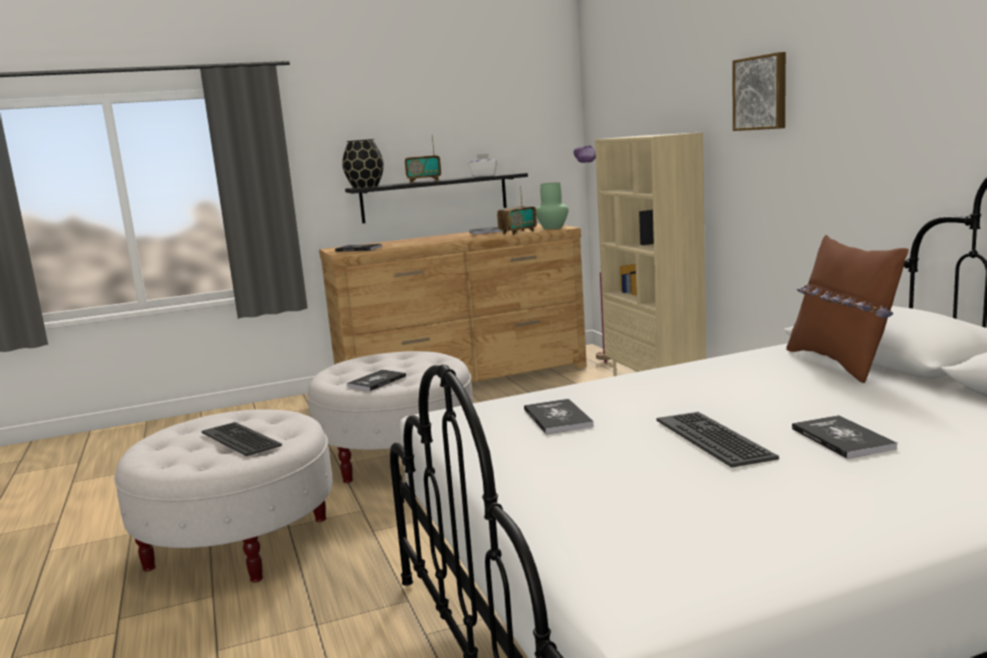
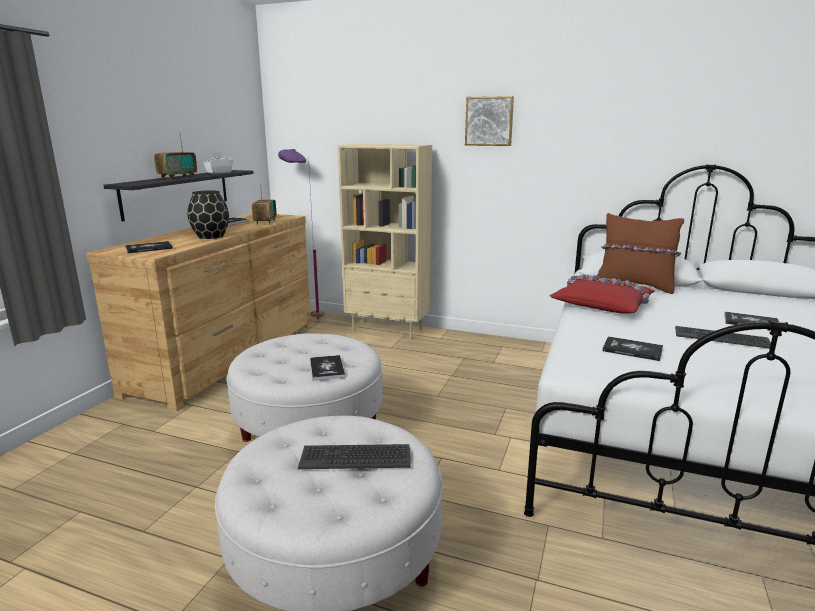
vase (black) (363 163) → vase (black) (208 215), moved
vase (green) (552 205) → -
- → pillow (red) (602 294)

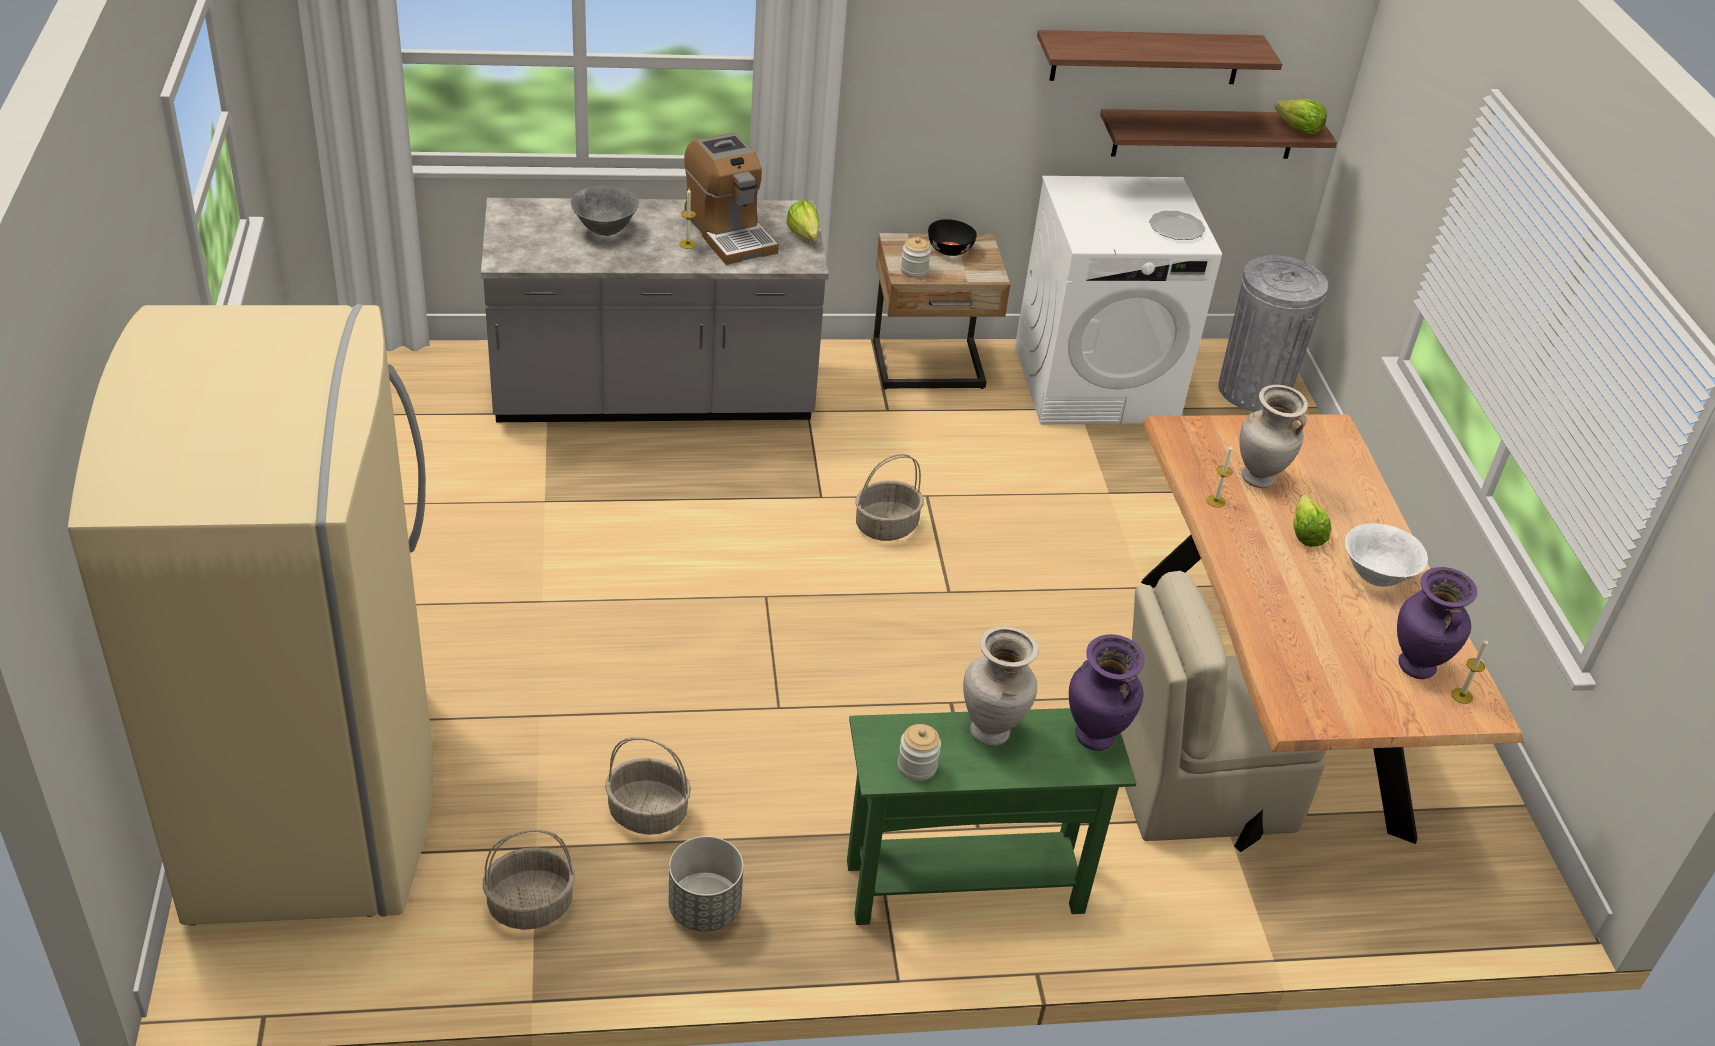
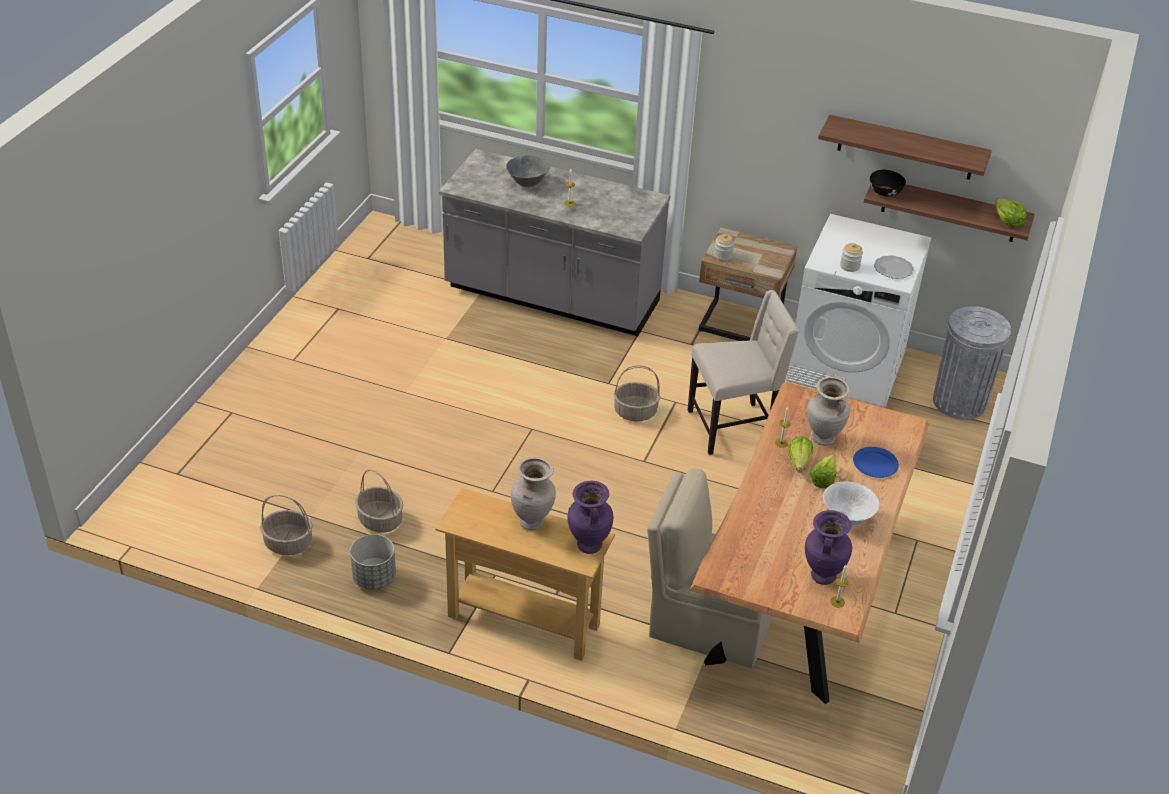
coffee machine (731 199) → -
lettuce (803 221) → lettuce (800 454), moved
bowl (black) (952 237) → bowl (black) (888 183), moved
fridge (beige) (250 614) → -
console table (green) (992 816) → console table (beige) (525 574)
jar (919 752) → jar (851 257), moved
- → chair (beige) (743 372)
- → plate (blue) (876 462)

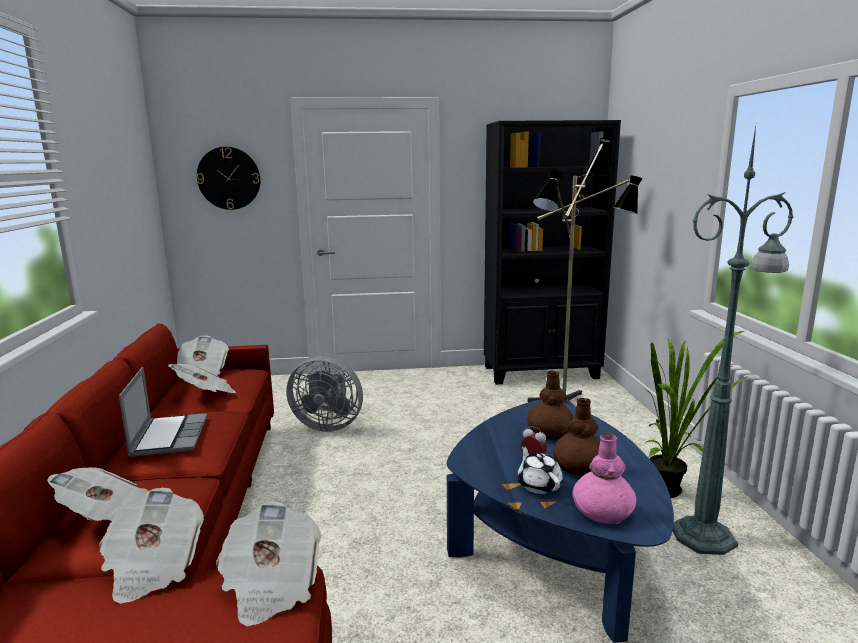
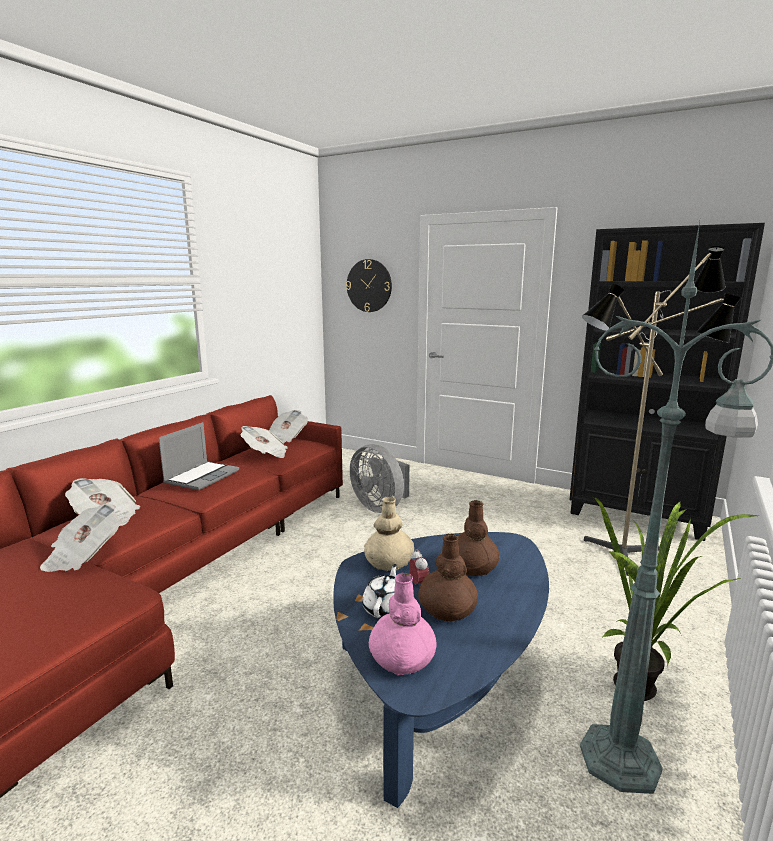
newspaper (268 563) → -
- → vase (beige) (389 534)

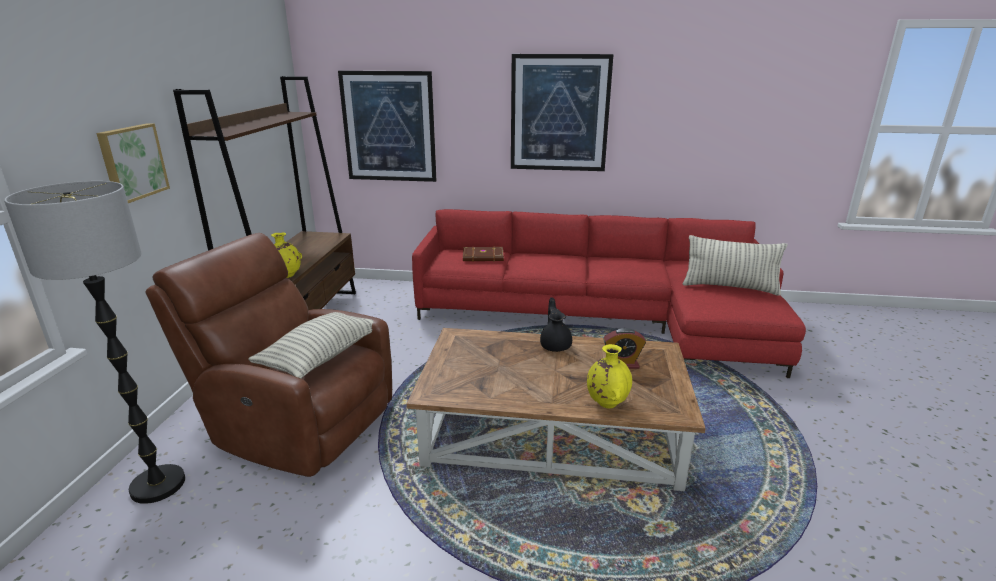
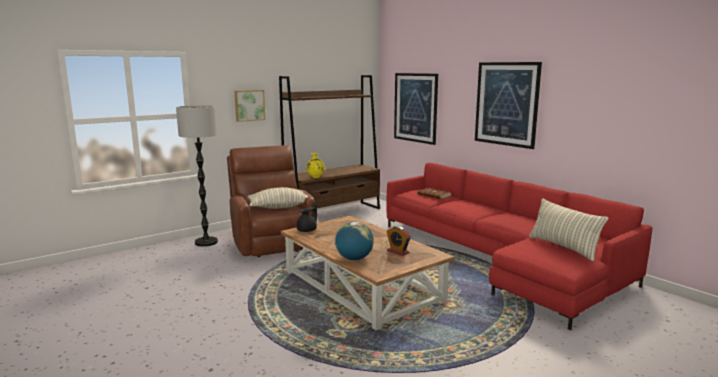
teapot (black) (556 324) → teapot (black) (307 216), moved
vase (yellow) (609 376) → globe (354 241)

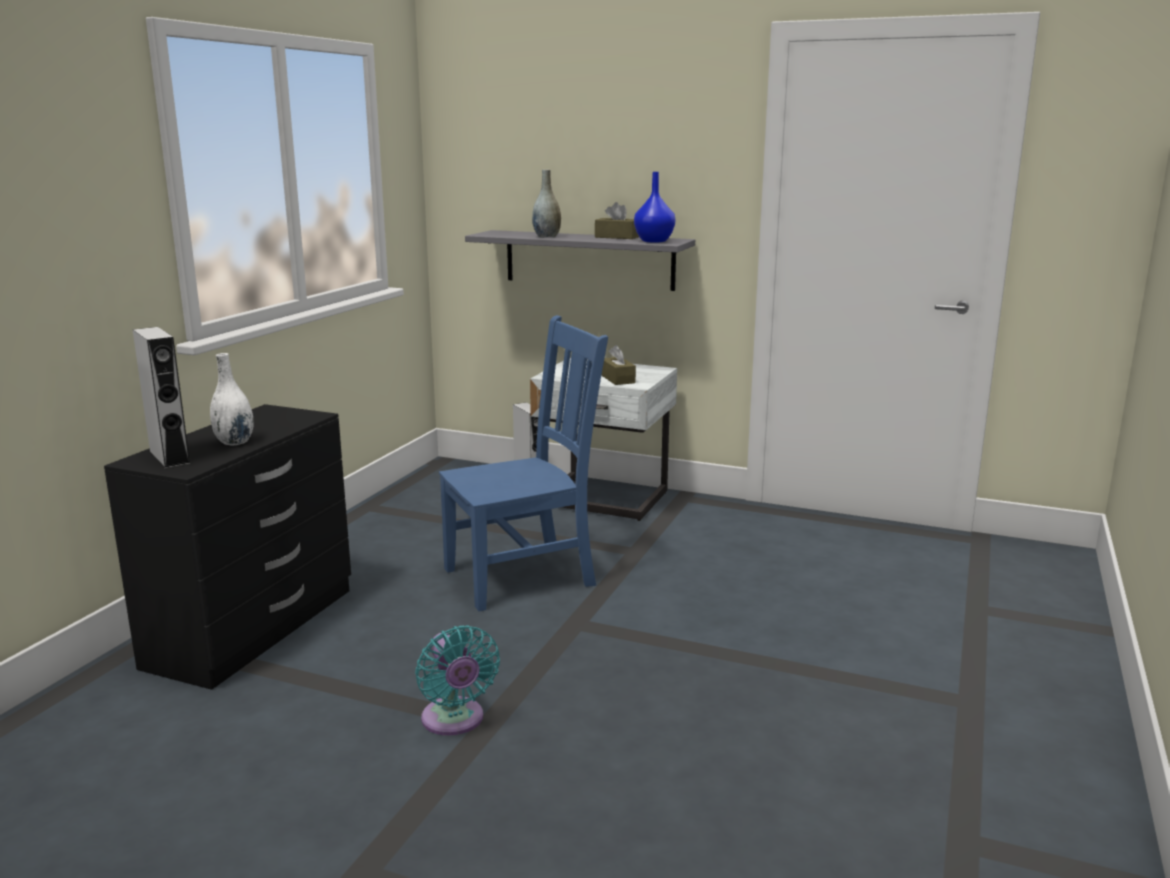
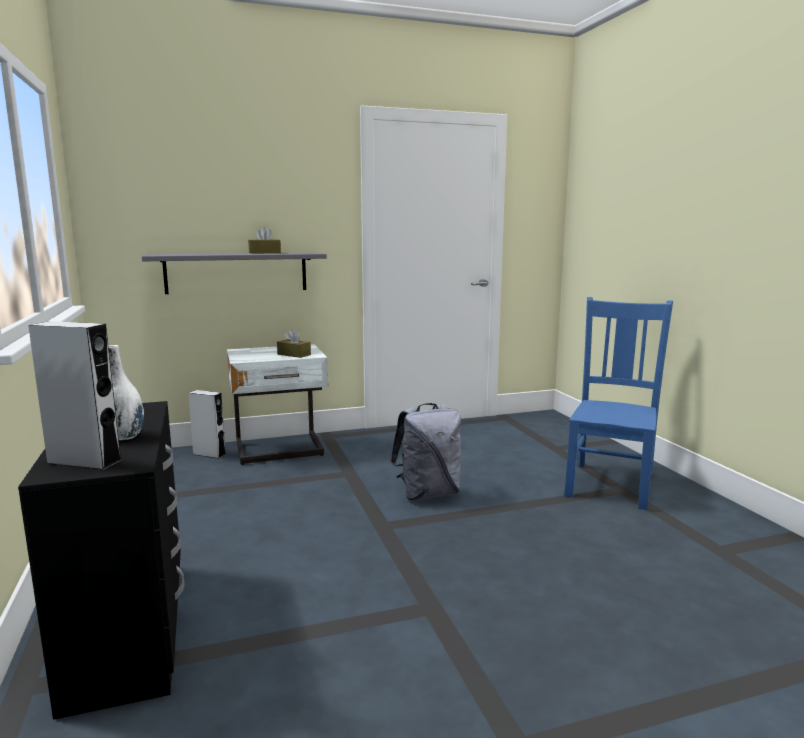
vase (grey) (546 204) → -
vase (blue) (655 207) → -
chair (blue) (523 463) → chair (blue) (618 403), moved
fan (turquoise) (457 680) → -
- → backpack (grey) (425 452)

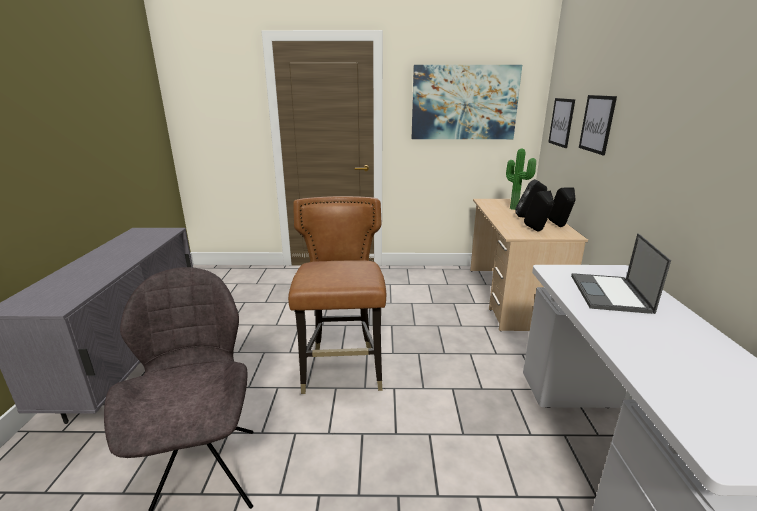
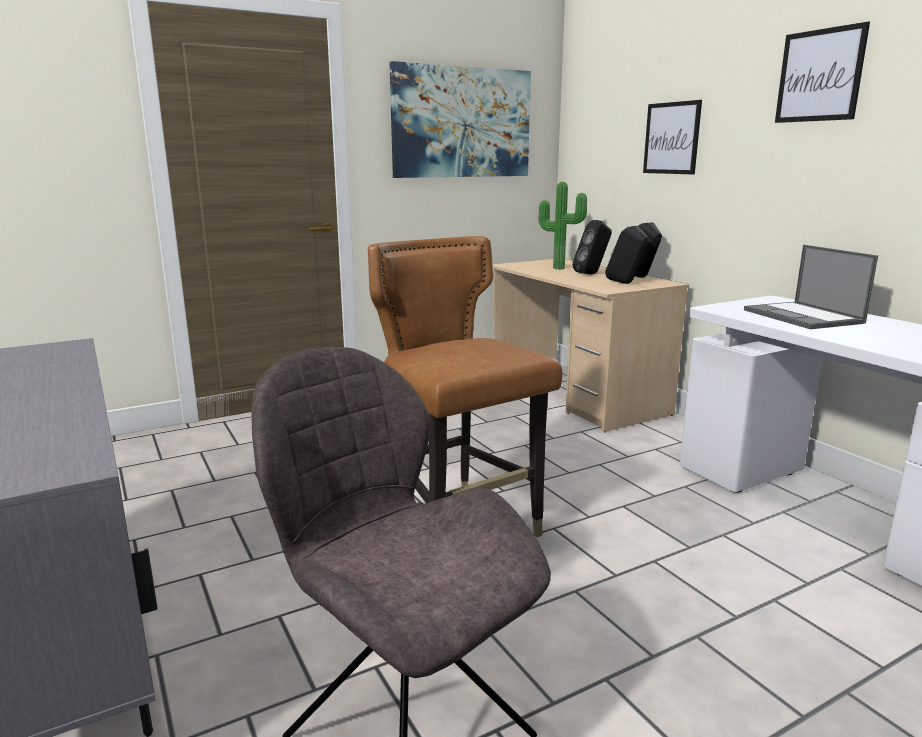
picture (561 123) → picture (822 72), moved

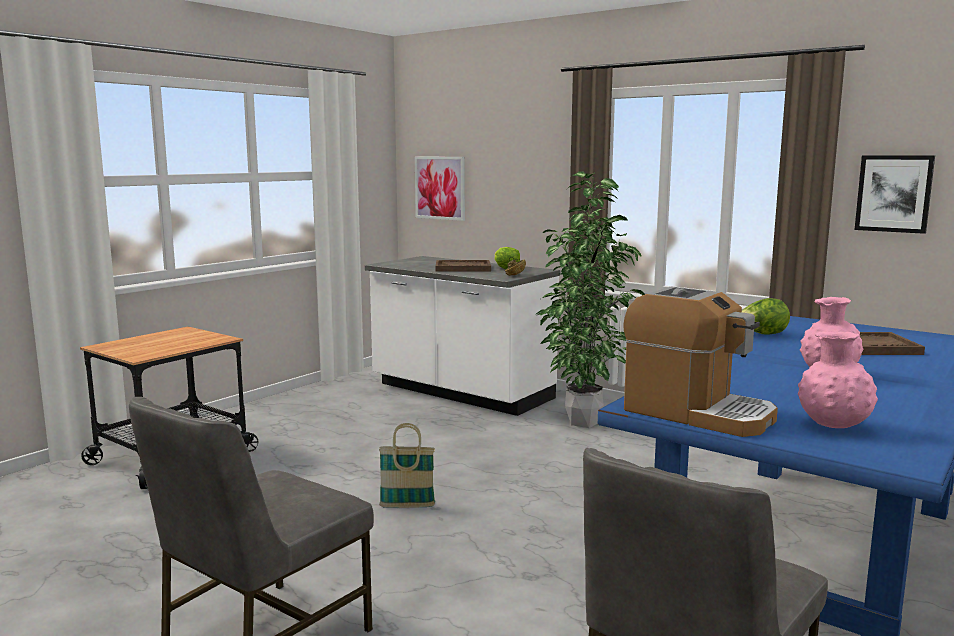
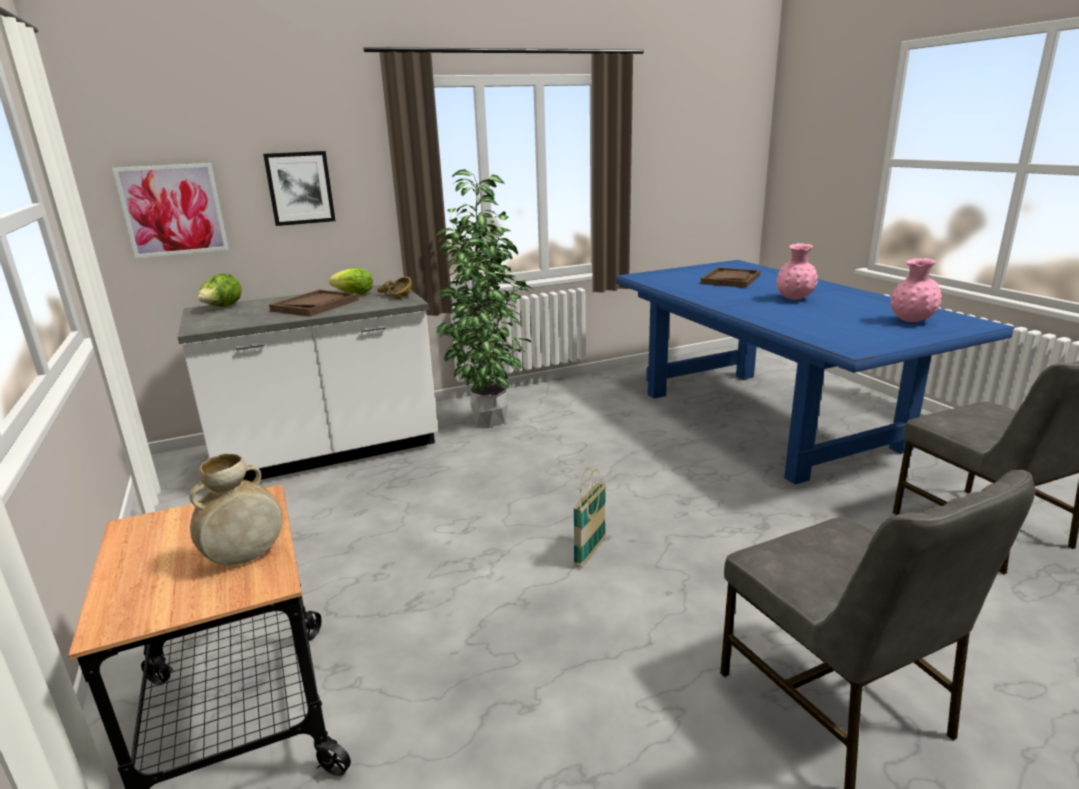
picture (894 194) → picture (299 188), moved
coffee machine (700 361) → -
lettuce (766 316) → lettuce (219 290), moved
- → vase (beige) (236 509)

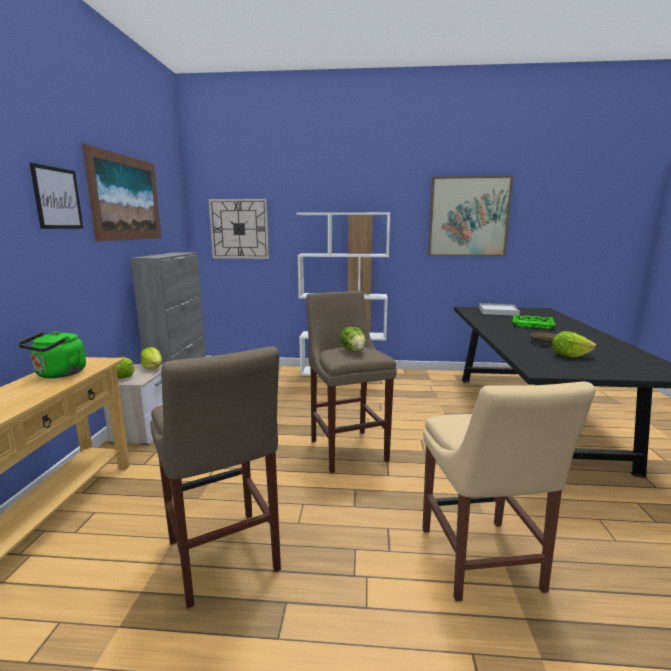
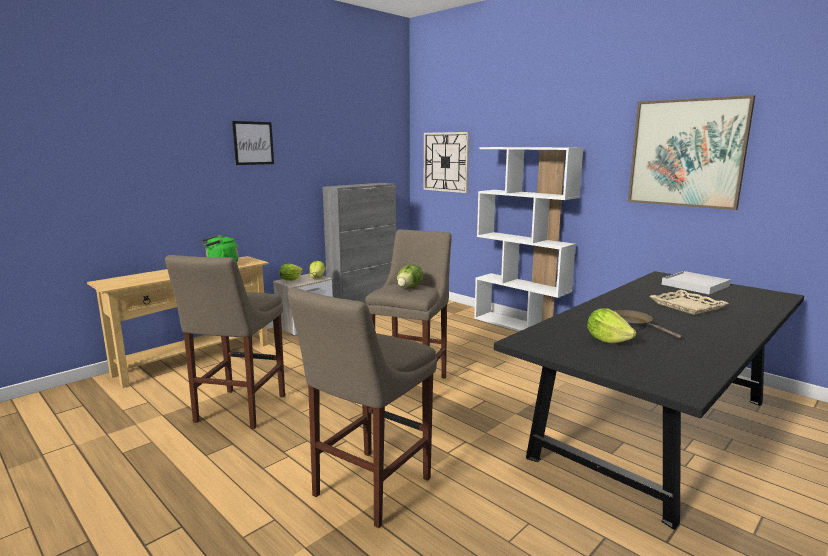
picture (122 193) → -
tray (green) (534 322) → tray (beige) (689 302)
chair (beige) (508 492) → stool (beige) (362 408)

